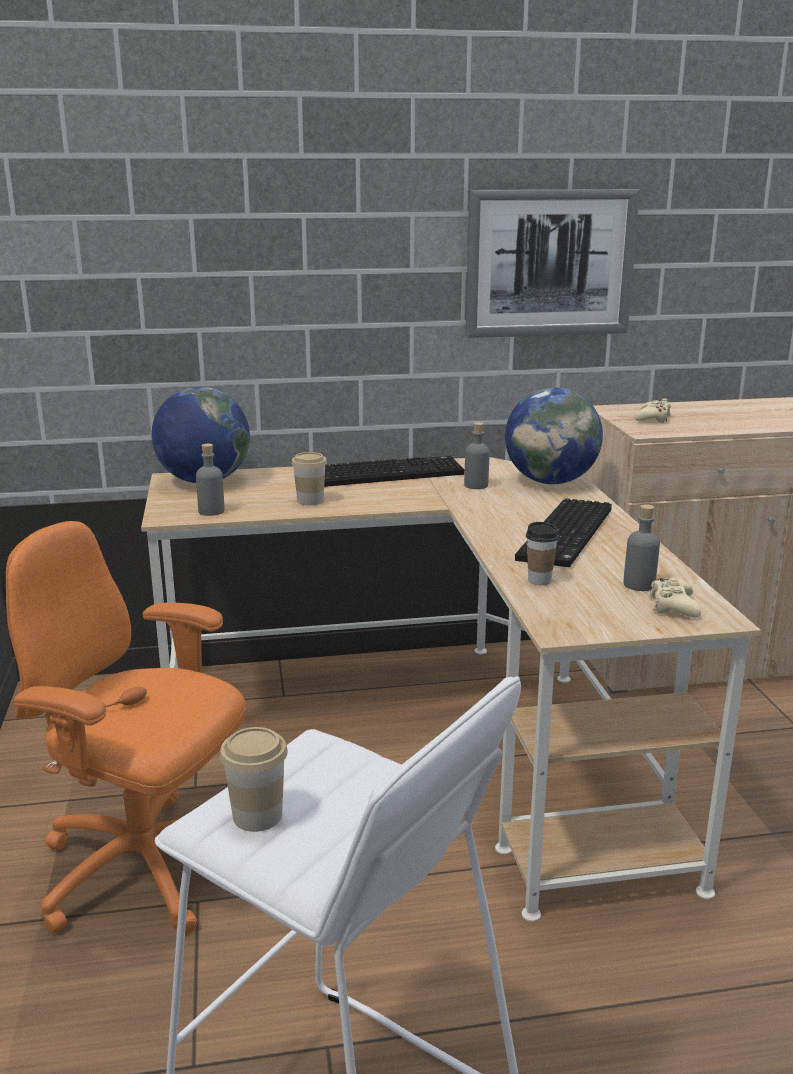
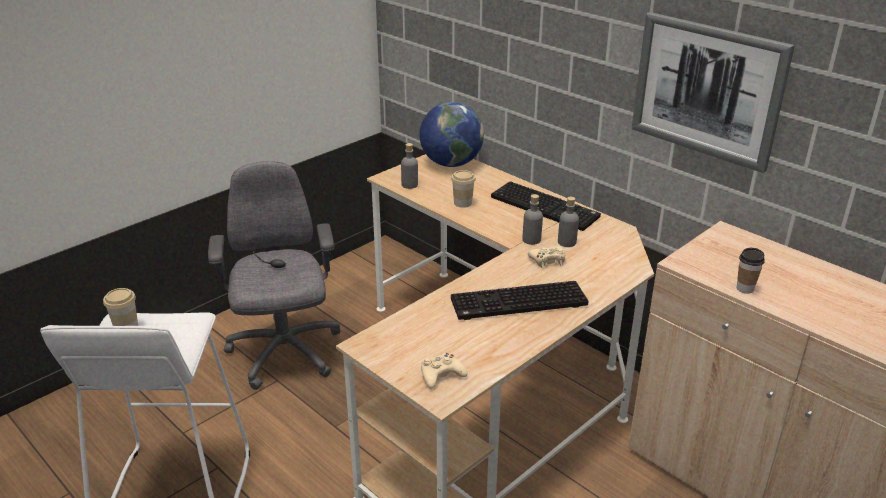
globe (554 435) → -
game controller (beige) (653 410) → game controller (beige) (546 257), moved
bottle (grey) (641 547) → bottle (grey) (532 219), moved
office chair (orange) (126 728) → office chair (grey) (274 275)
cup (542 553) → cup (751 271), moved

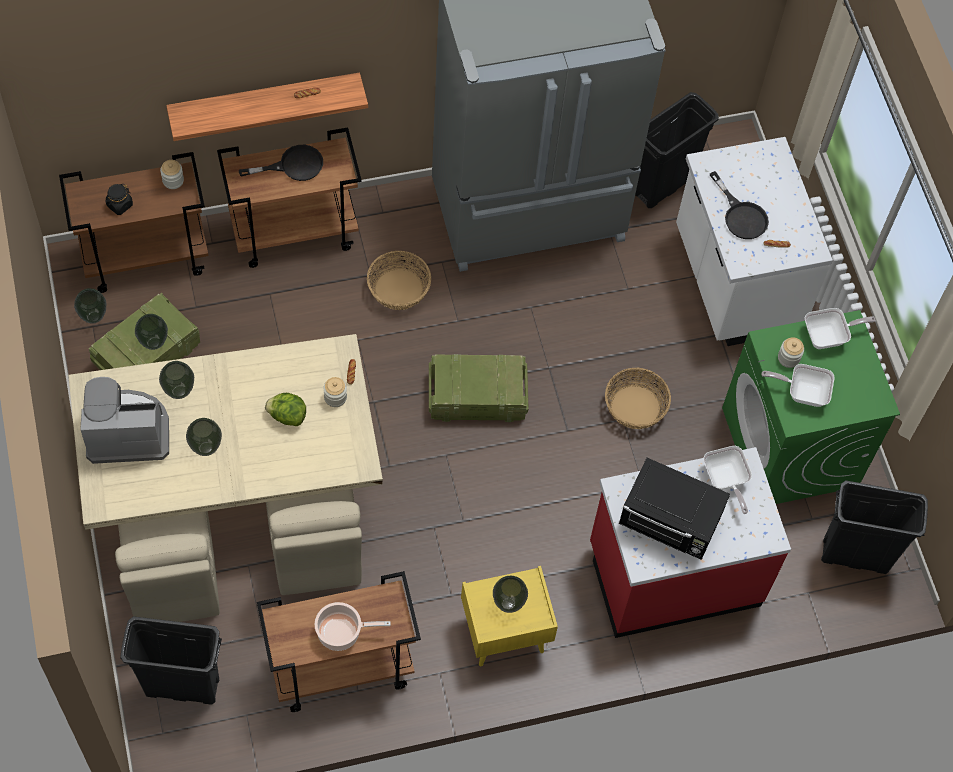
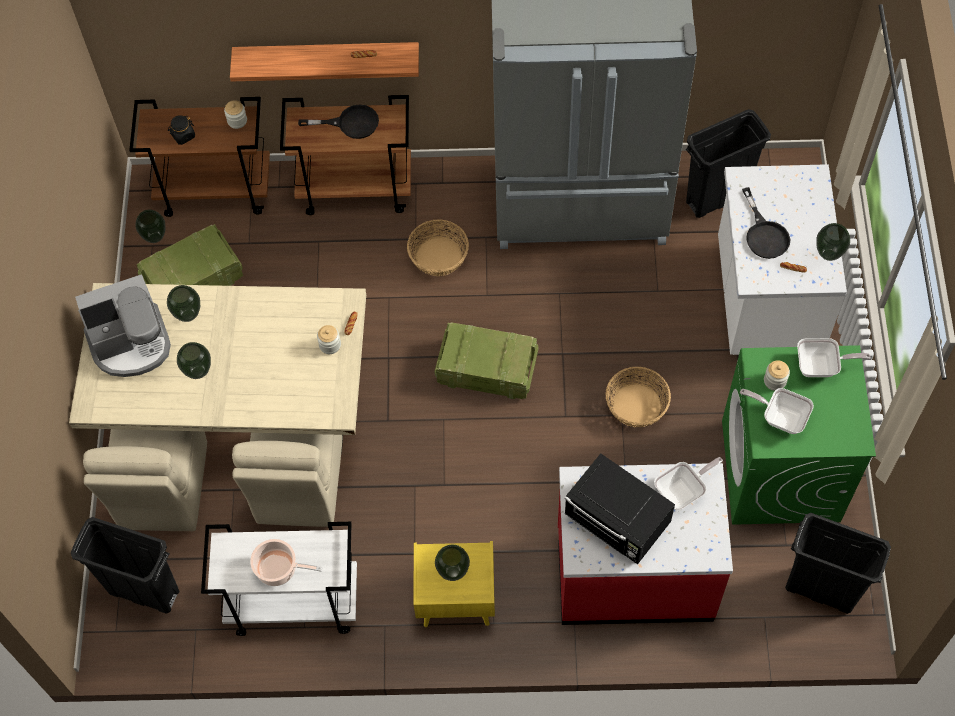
vase (151 332) → vase (833 242), moved
coffee machine (124 420) → coffee machine (123 325), 150 degrees clockwise
lettuce (285 409) → -
frying pan (727 480) → frying pan (688 483), 120 degrees counterclockwise
cart (brown) (339 641) → cart (white) (279 579)

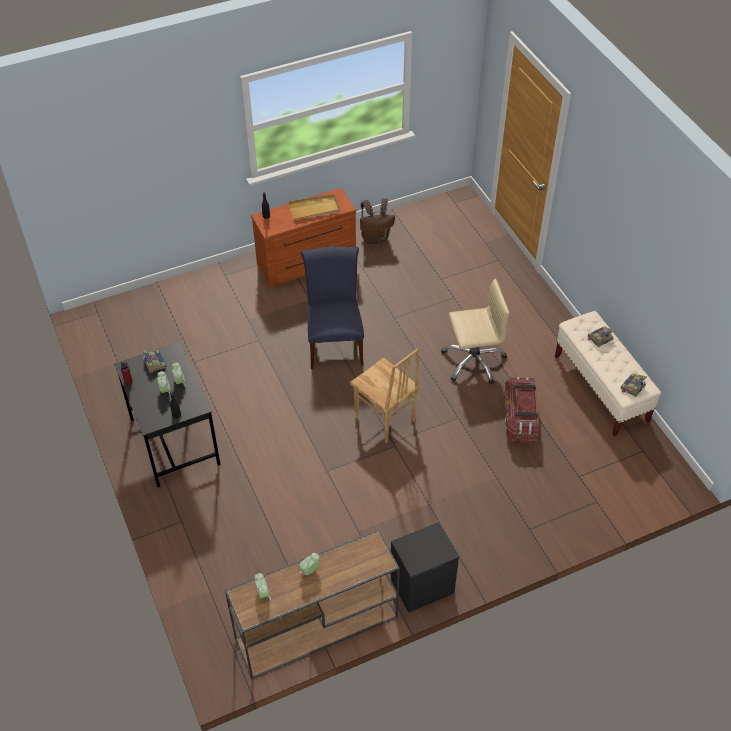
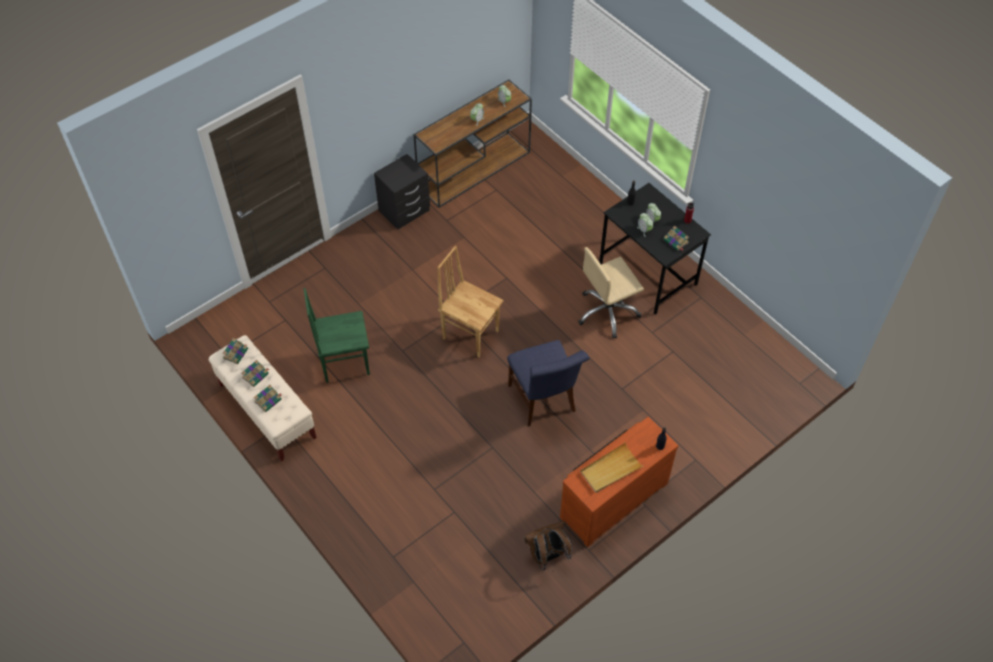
office chair (beige) (475 332) → office chair (beige) (611 292), moved
storage box (522 410) → chair (green) (336 335)
- → book (255 373)

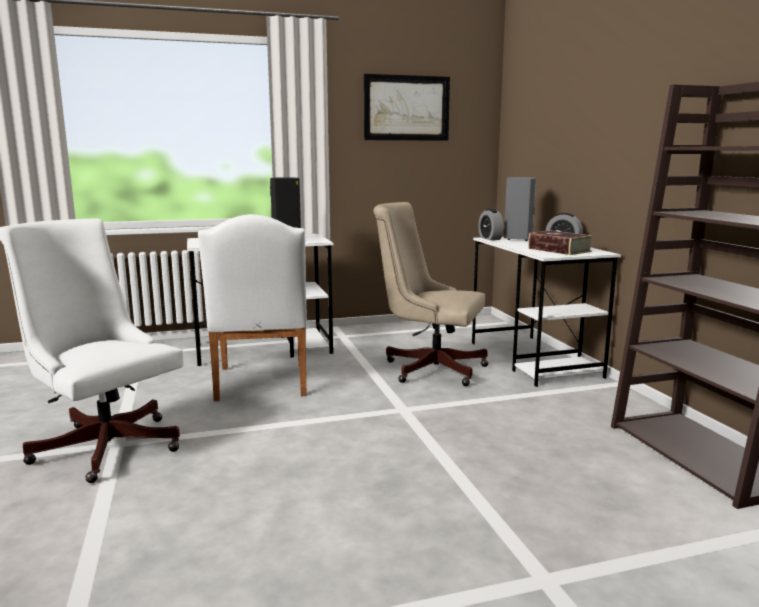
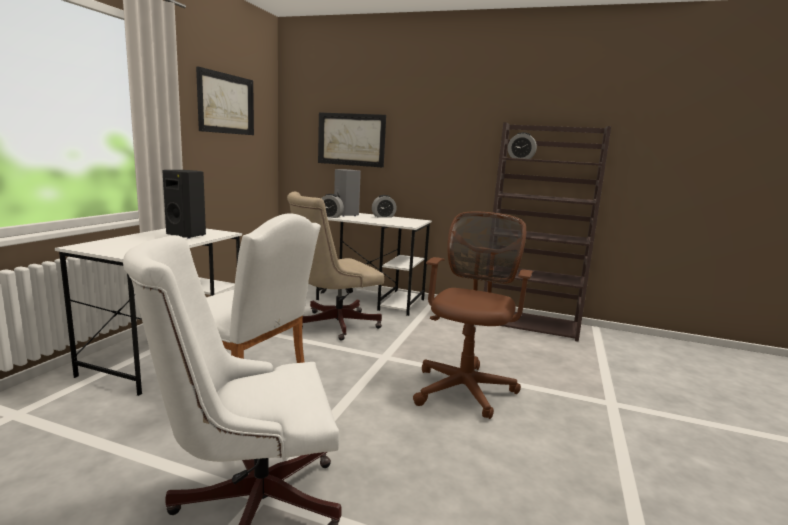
book (560 243) → -
- → picture (352 139)
- → alarm clock (522 145)
- → office chair (brown) (473 315)

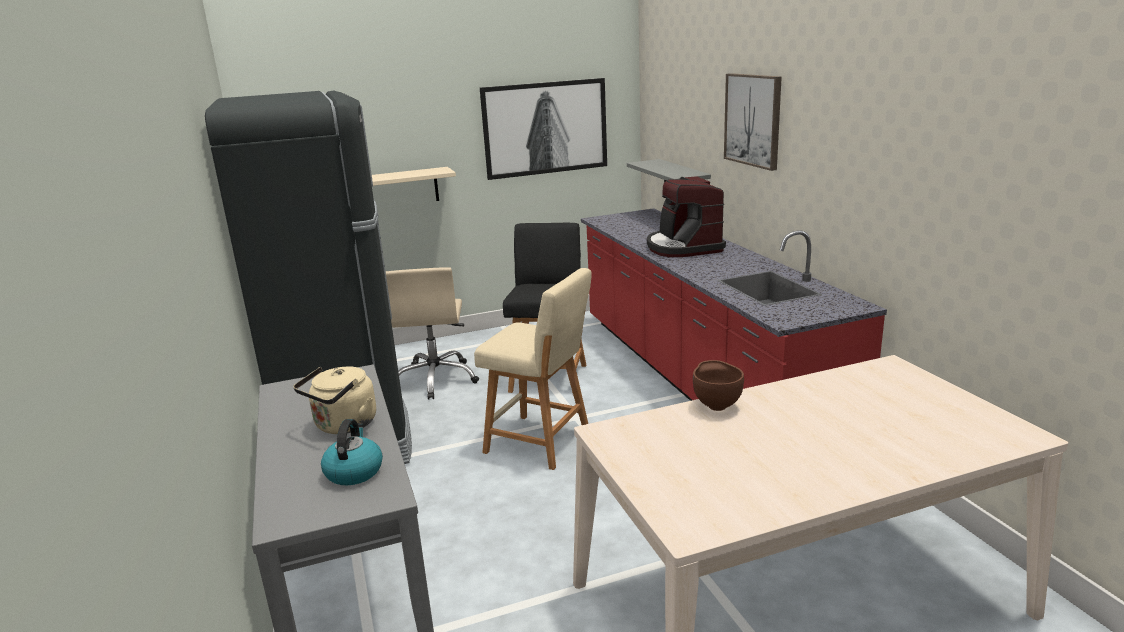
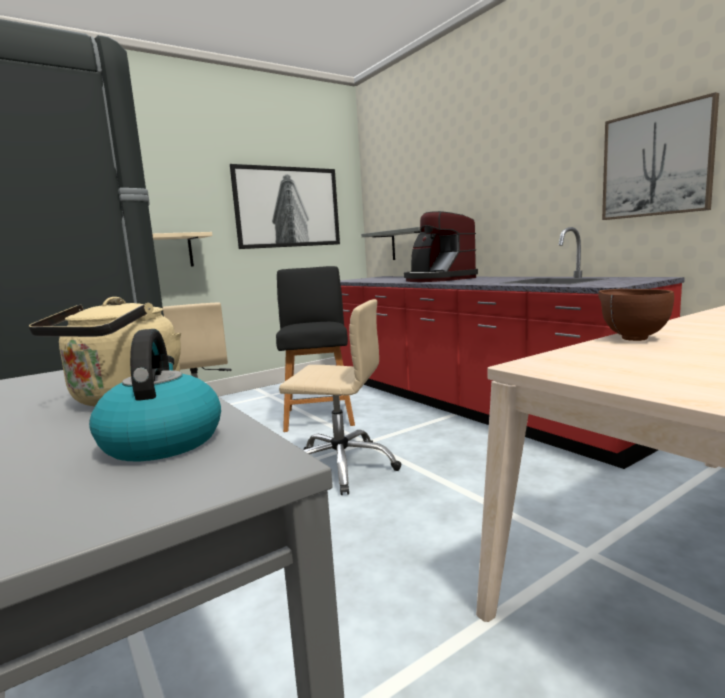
picture (753 122) → picture (660 156), moved
stool (beige) (533 369) → office chair (beige) (340 397)

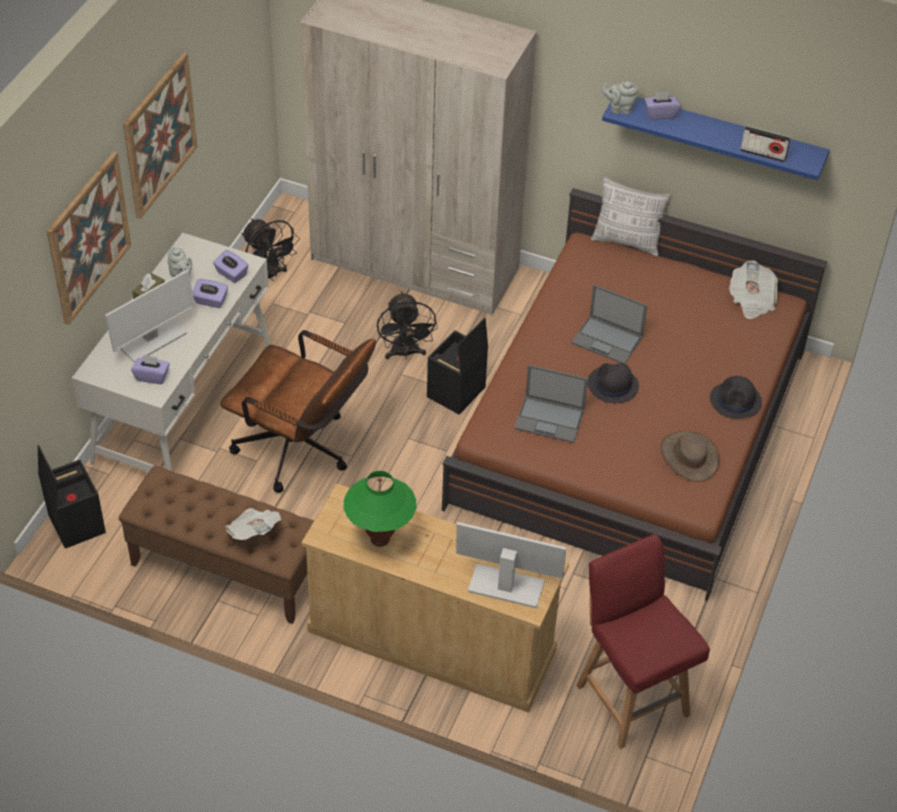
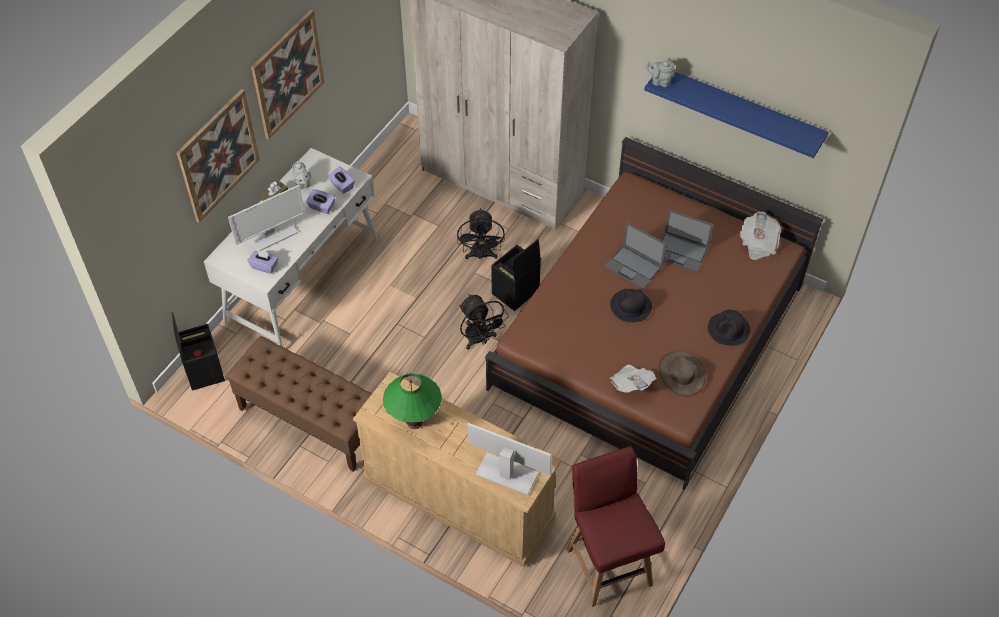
tissue box (purple) (662 106) → -
radio (765 144) → -
pillow (630 217) → -
fan (black) (270 250) → fan (black) (484 322), moved
office chair (brown) (298 411) → -
laptop (551 404) → laptop (687 240), moved
newspaper (253 524) → newspaper (632 378), moved

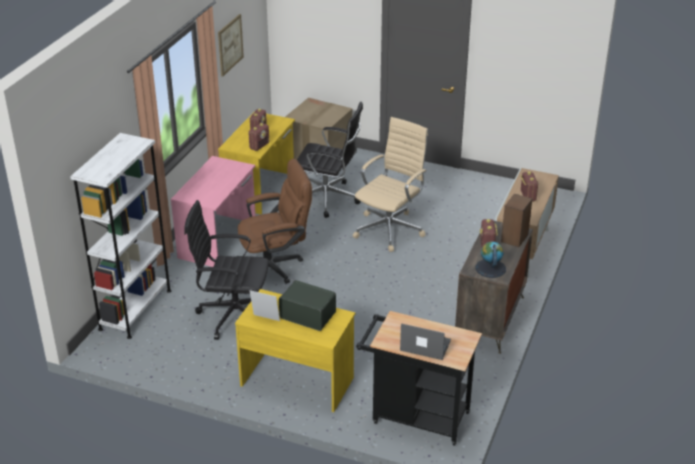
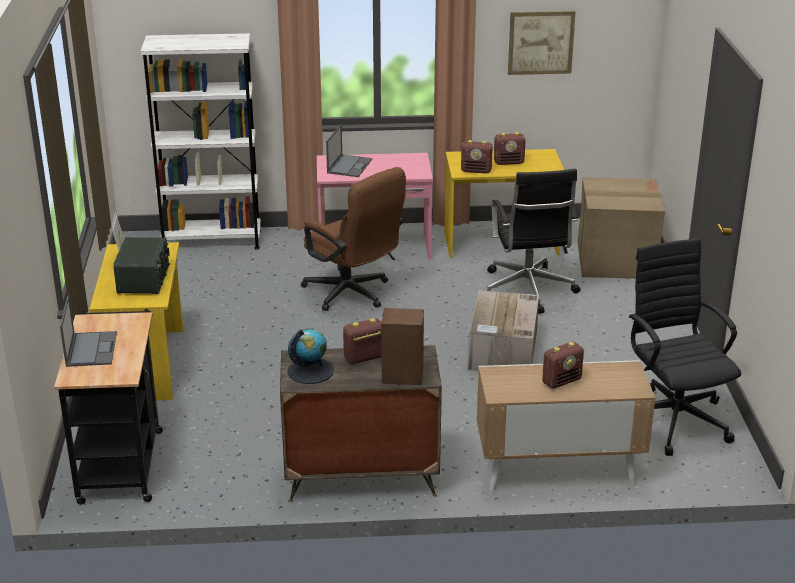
office chair (beige) (390 184) → cardboard box (503 330)
office chair (black) (226 270) → office chair (black) (685 347), moved
- → laptop (349 150)

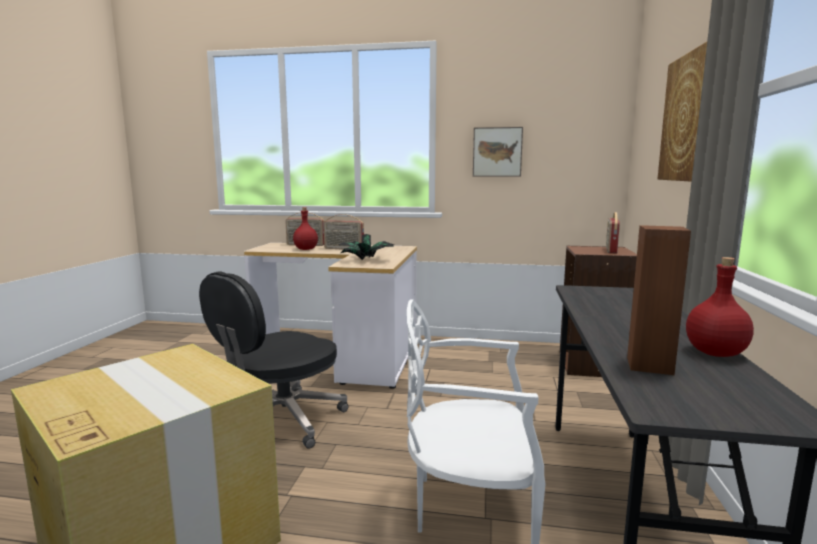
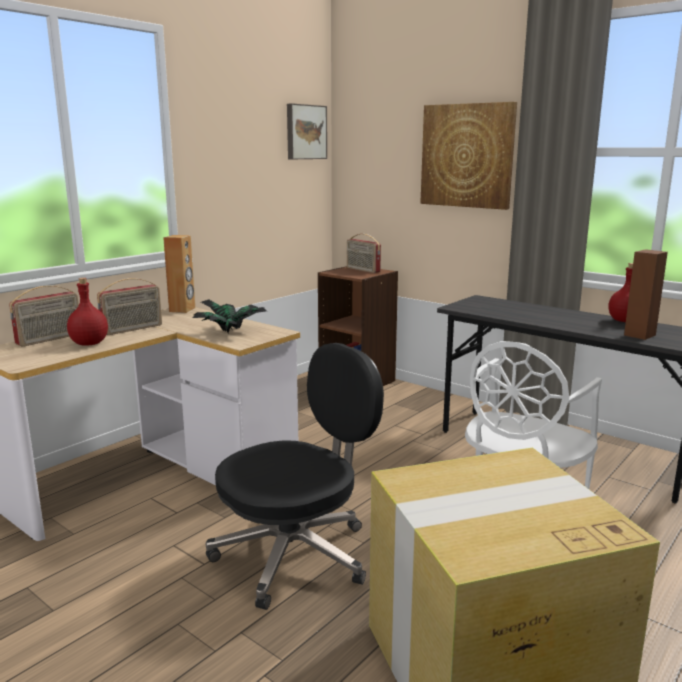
picture (498 151) → picture (307 131), moved
office chair (black) (274 360) → office chair (black) (295 476), 105 degrees counterclockwise
- → speaker (brown) (179 274)

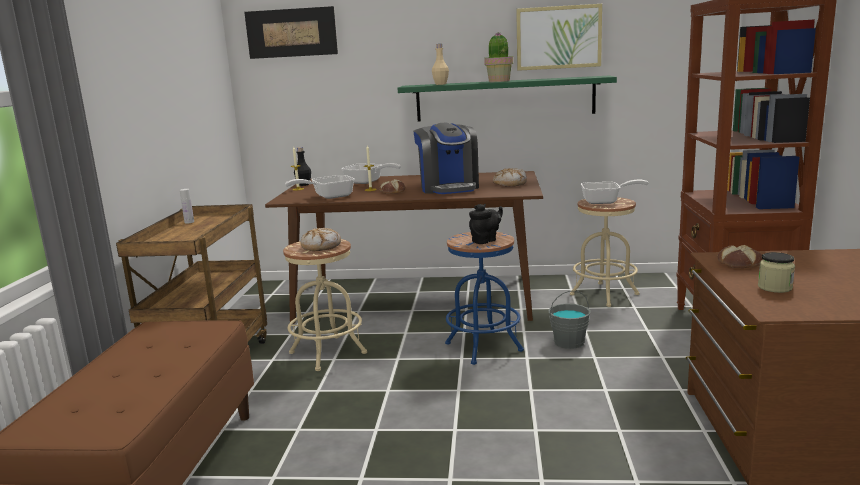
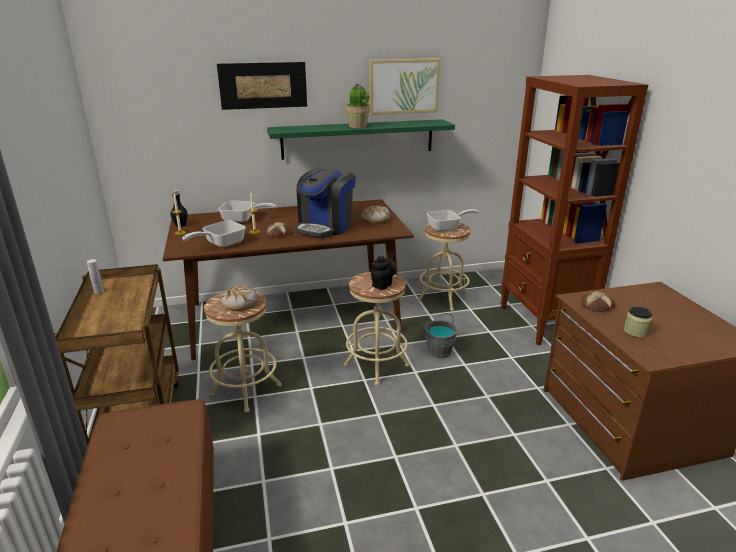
picture (291 32) → picture (262 86), moved
bottle (beige) (440 64) → -
coffee machine (446 158) → coffee machine (326 203), 60 degrees clockwise
stool (blue) (484 298) → stool (beige) (377 329)

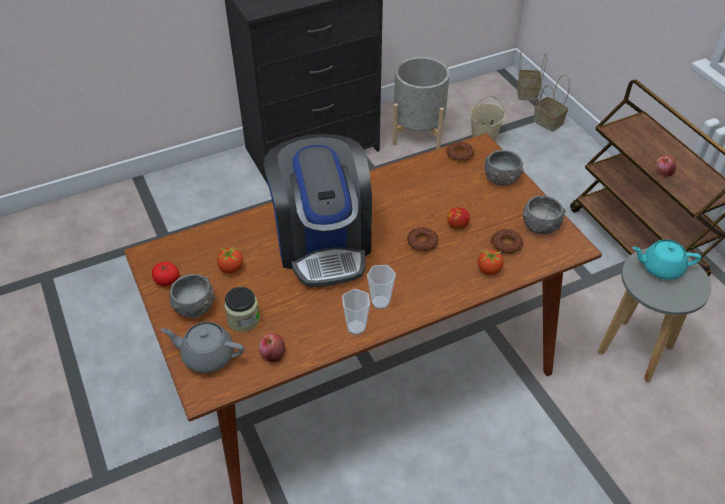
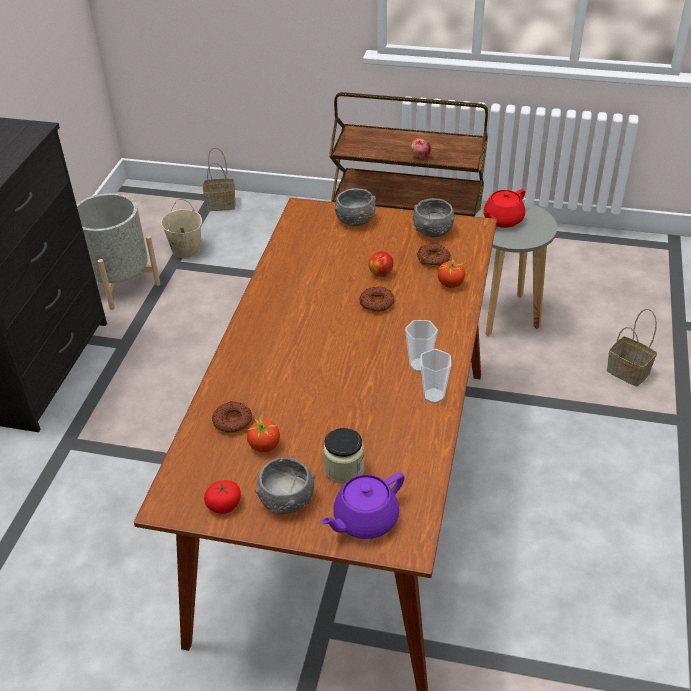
basket (532 76) → basket (632 347), moved
coffee machine (318 210) → -
donut (460 152) → donut (232 417), moved
teapot (turquoise) (666 259) → teapot (red) (504 208)
teapot (grey) (202 347) → teapot (purple) (362 506)
apple (272 347) → -

